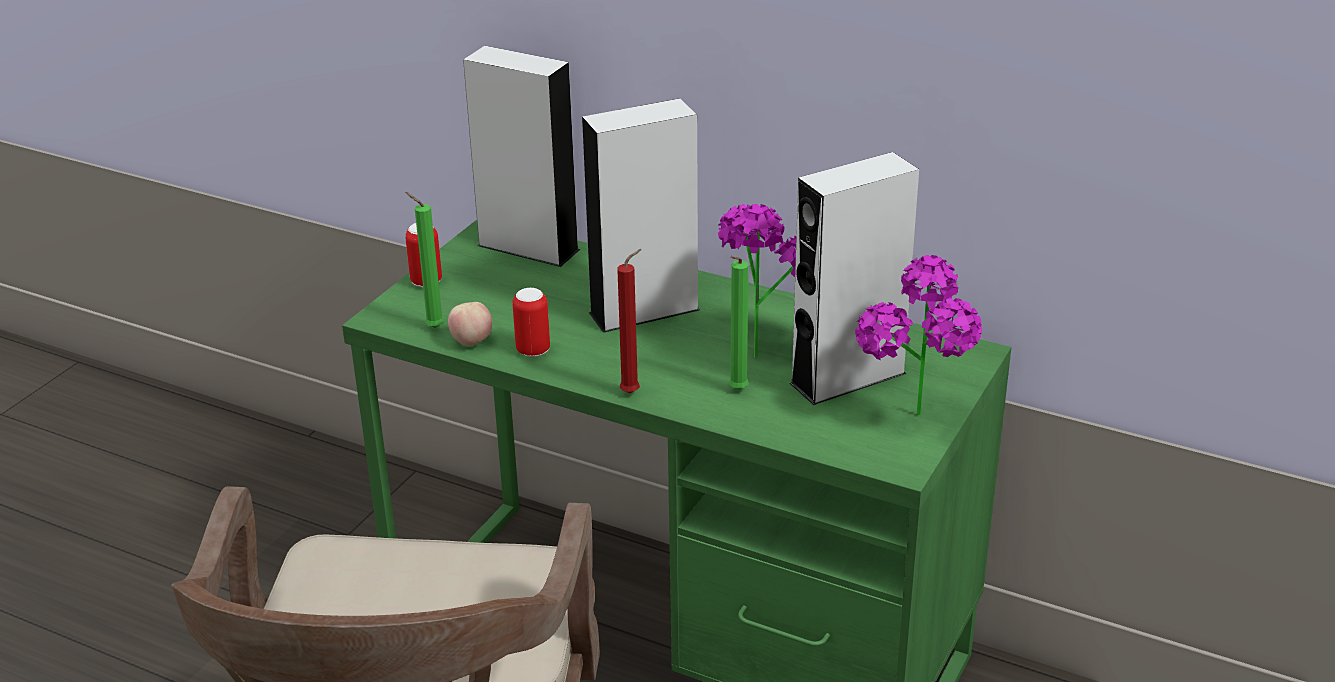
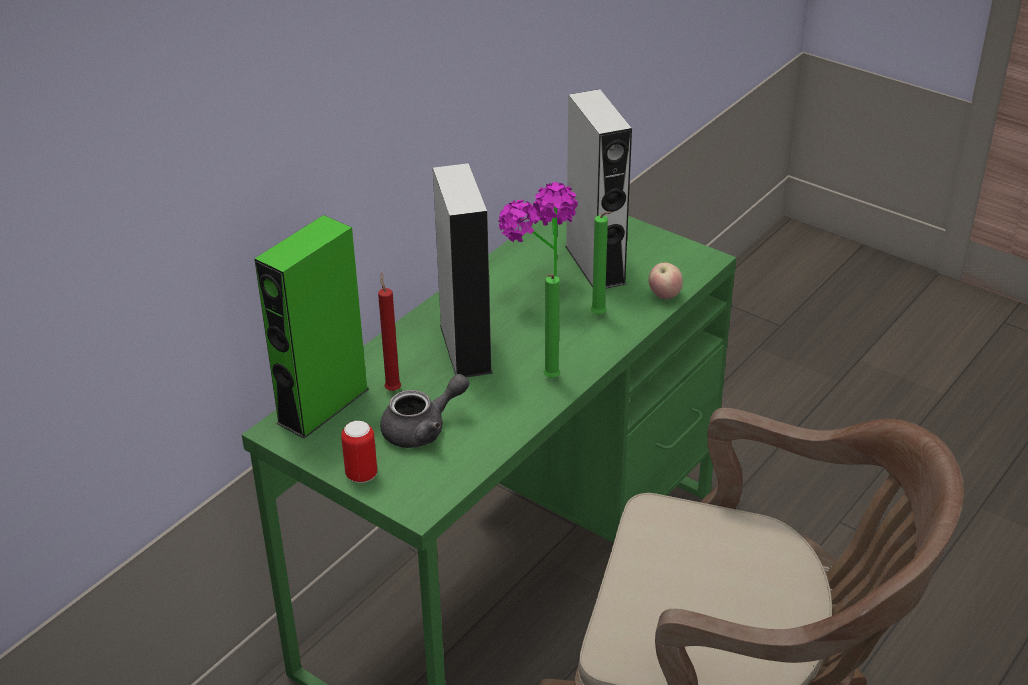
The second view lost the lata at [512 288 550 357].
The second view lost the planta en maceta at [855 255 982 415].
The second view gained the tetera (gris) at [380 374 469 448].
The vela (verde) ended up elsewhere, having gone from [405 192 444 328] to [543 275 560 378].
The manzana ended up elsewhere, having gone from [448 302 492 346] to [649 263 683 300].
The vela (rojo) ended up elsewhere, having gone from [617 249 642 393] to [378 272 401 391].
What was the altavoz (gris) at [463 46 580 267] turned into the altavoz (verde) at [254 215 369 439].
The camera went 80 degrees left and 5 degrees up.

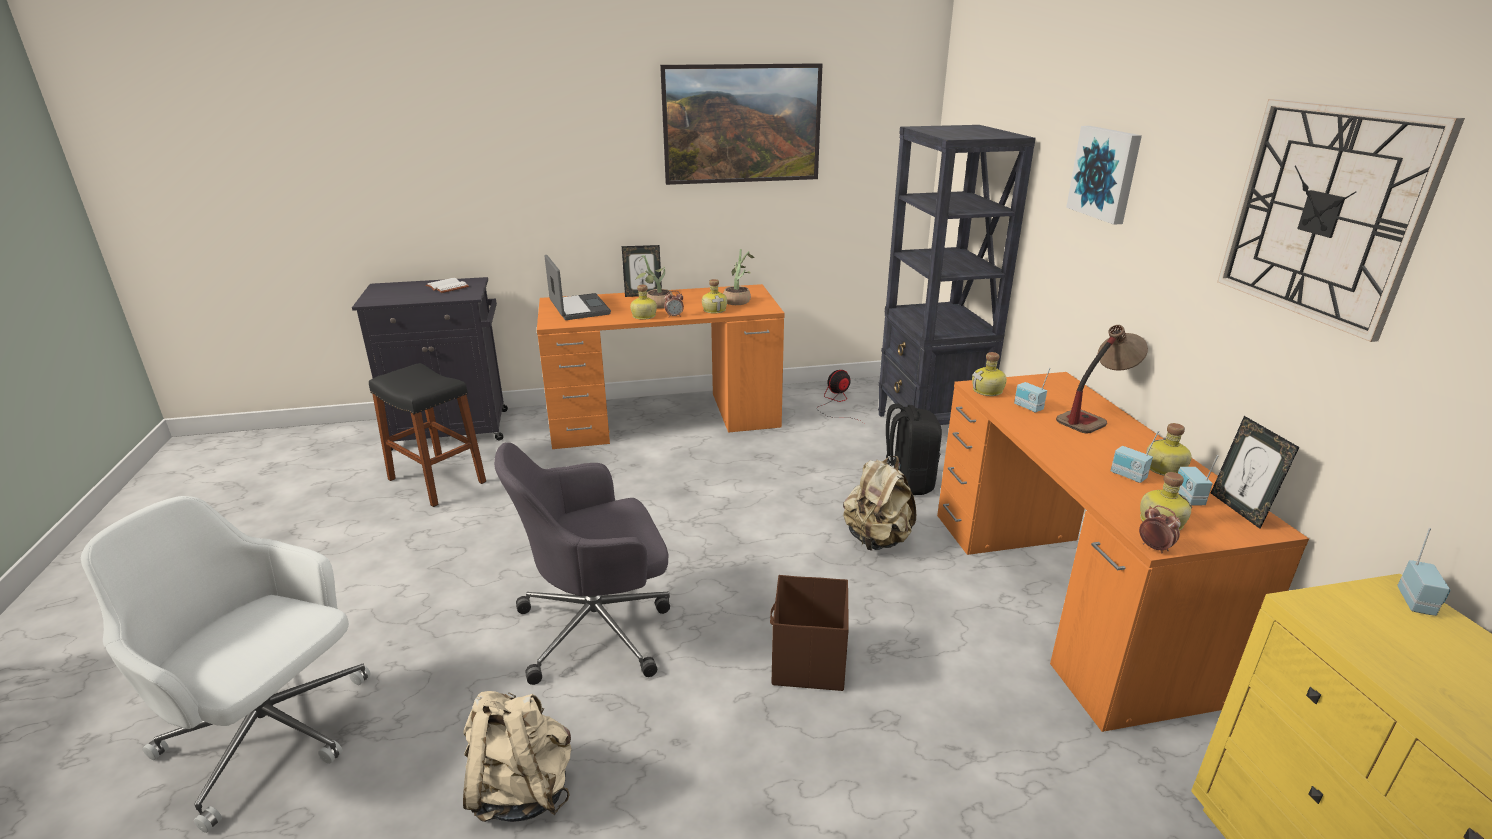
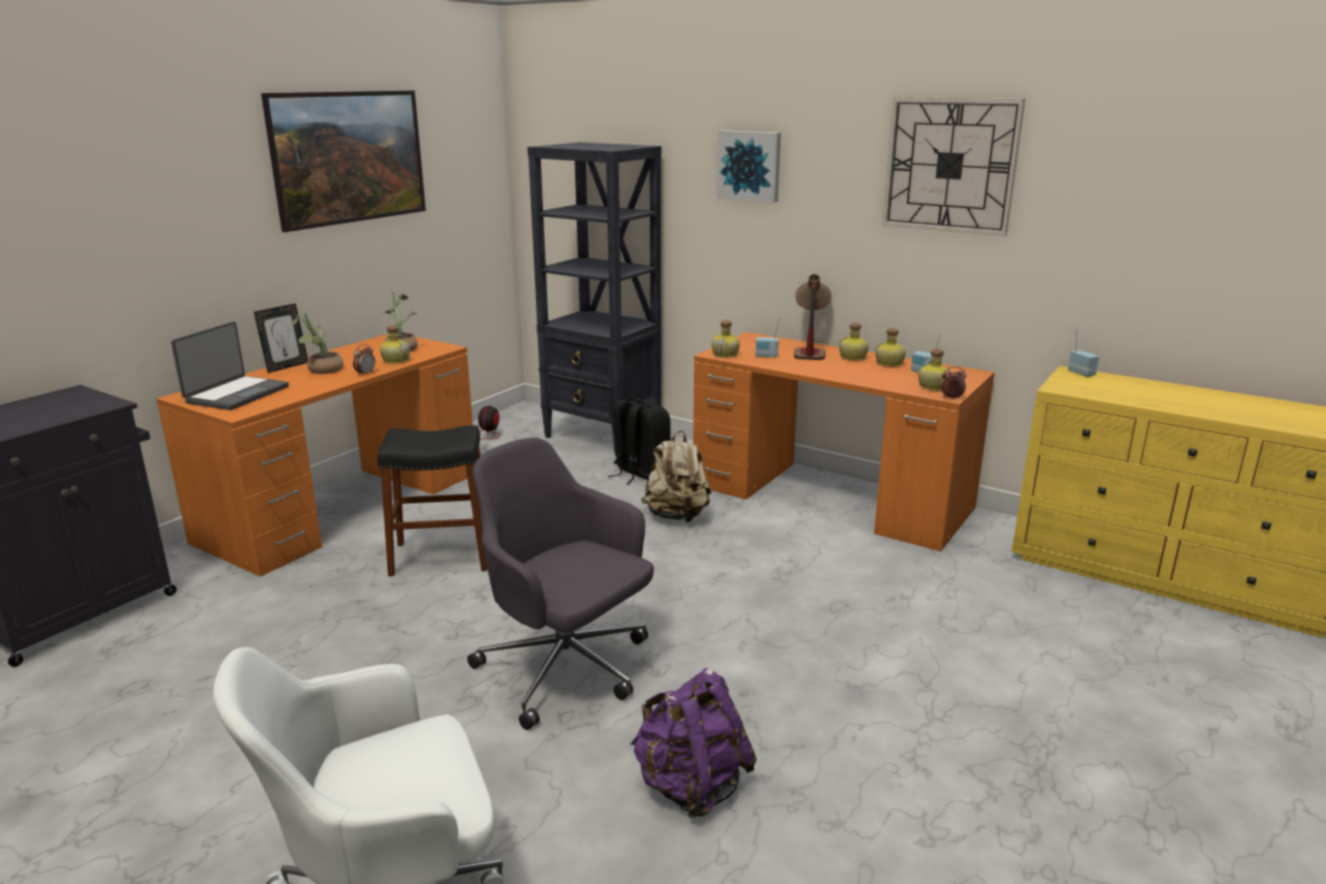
The second view lost the libro (blanco) at [425 278 469 293].
The second view lost the caja de almacenaje (marrón) at [770 575 849 691].
The second view lost the radio at [1111 431 1159 483].
The second view lost the portarretratos at [1211 416 1299 529].
The taburete (negro) ended up elsewhere, having gone from [369 363 486 507] to [377 425 487 576].
The botella ended up elsewhere, having gone from [630 285 657 320] to [839 323 869 361].
What was the mochila (beis) at [463 691 572 822] turned into the mochila (morado) at [630 668 757 819].
The silla de oficina (gris) at [494 442 670 685] ended up facing another way, 105 degrees clockwise from before.
The portátil at [545 255 611 320] ended up facing another way, 90 degrees clockwise from before.
The camera went 45 degrees left and 5 degrees down.

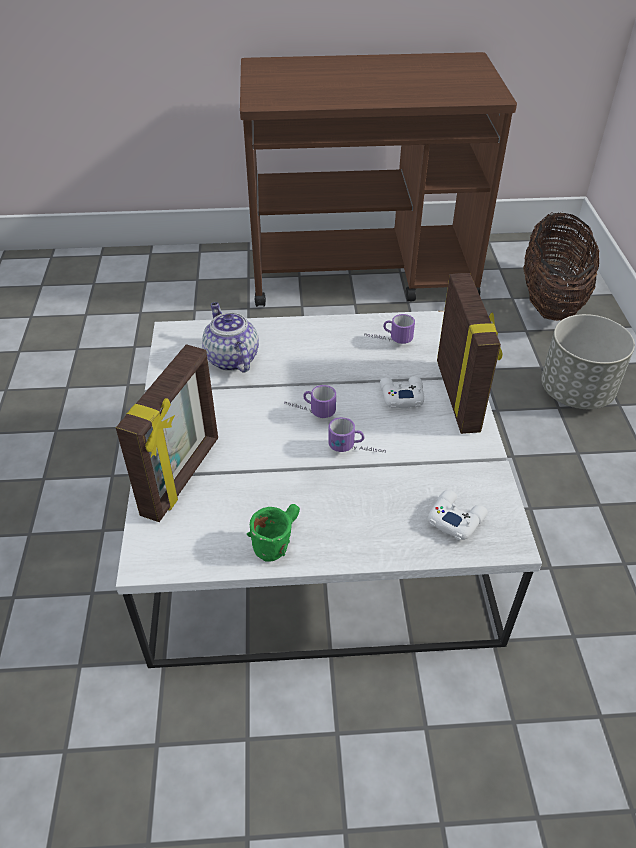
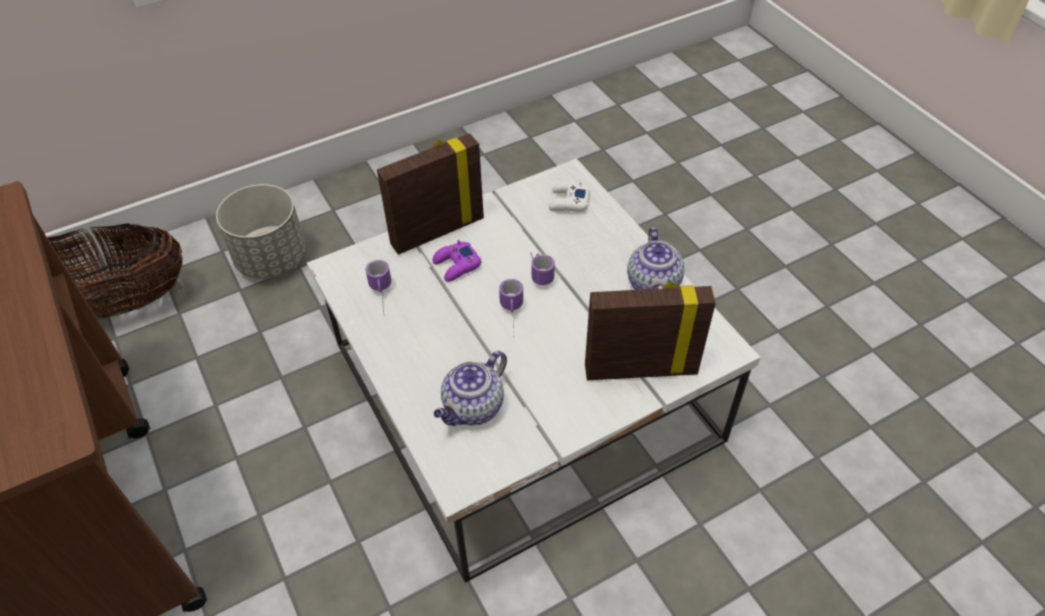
Where the taza grande (verde) stood at [247 504 300 562], the tetera came to stand at [627 227 685 290].
What was the mando de consola (blanco) at [380 376 424 408] turned into the mando de consola (morado) at [432 240 482 282].
The camera went 115 degrees left and 5 degrees up.

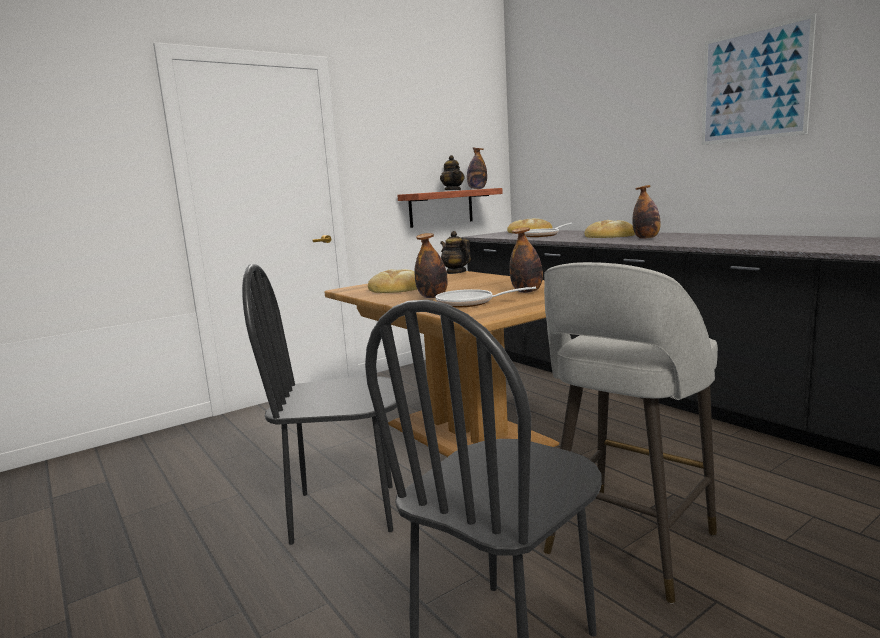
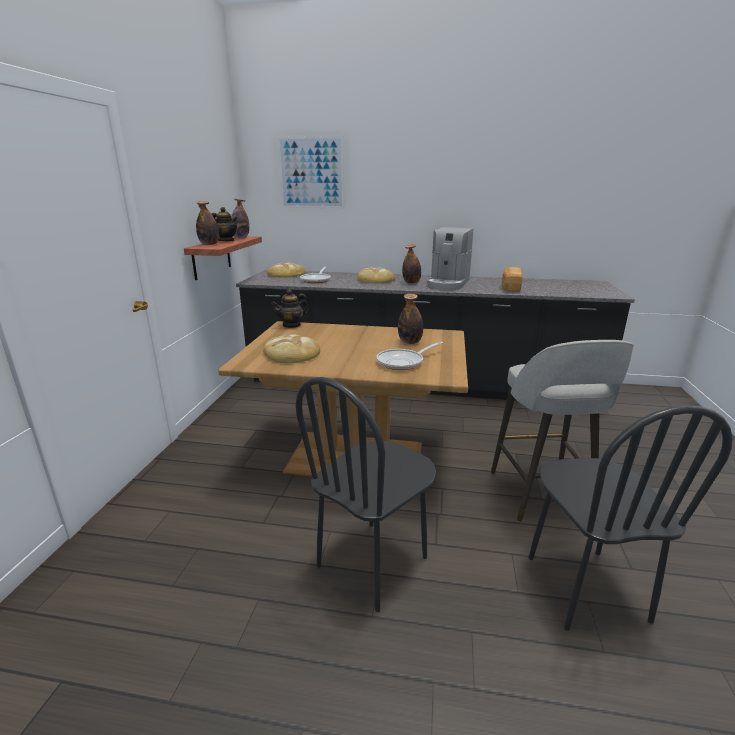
The second view gained the cafetera at [427 227 473 290].
The second view gained the pan at [502 267 523 292].
The botella ended up elsewhere, having gone from [414 233 448 298] to [196 201 219 245].
The cuadro ended up elsewhere, having gone from [702 13 816 145] to [277 136 345 208].
The tetera at [440 231 471 274] ended up facing another way, 45 degrees counterclockwise from before.
The camera went 45 degrees left and 10 degrees up.

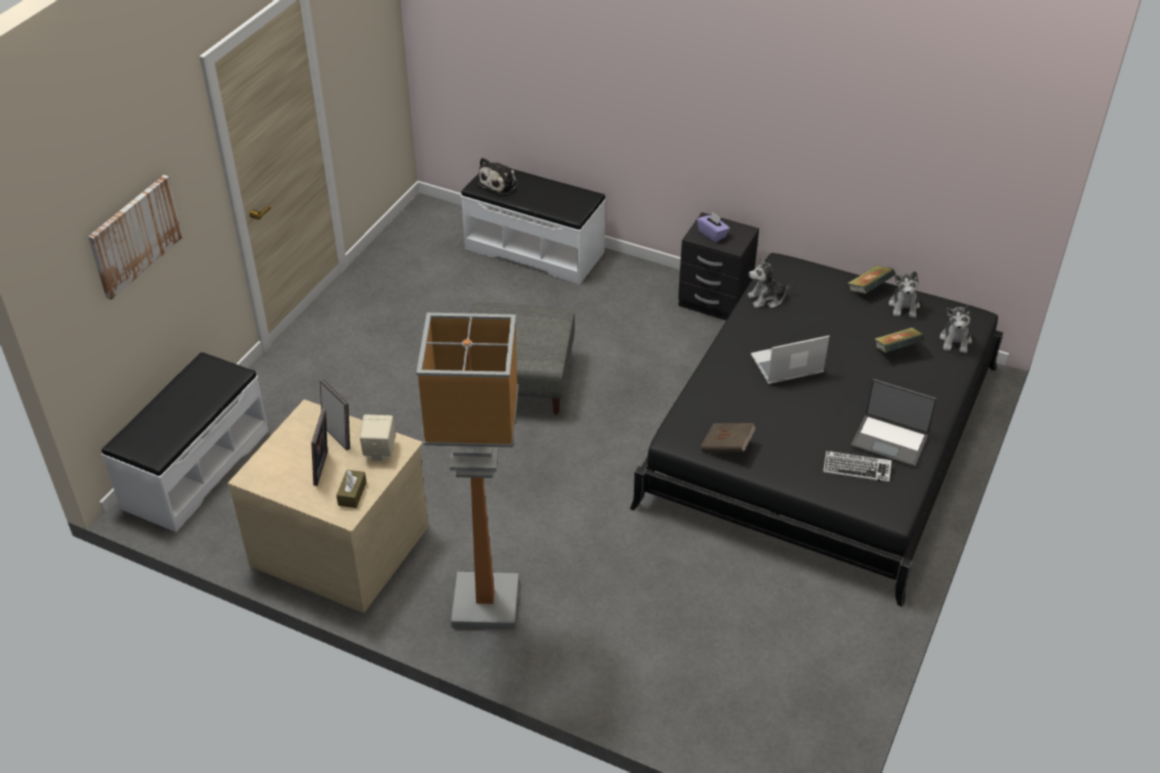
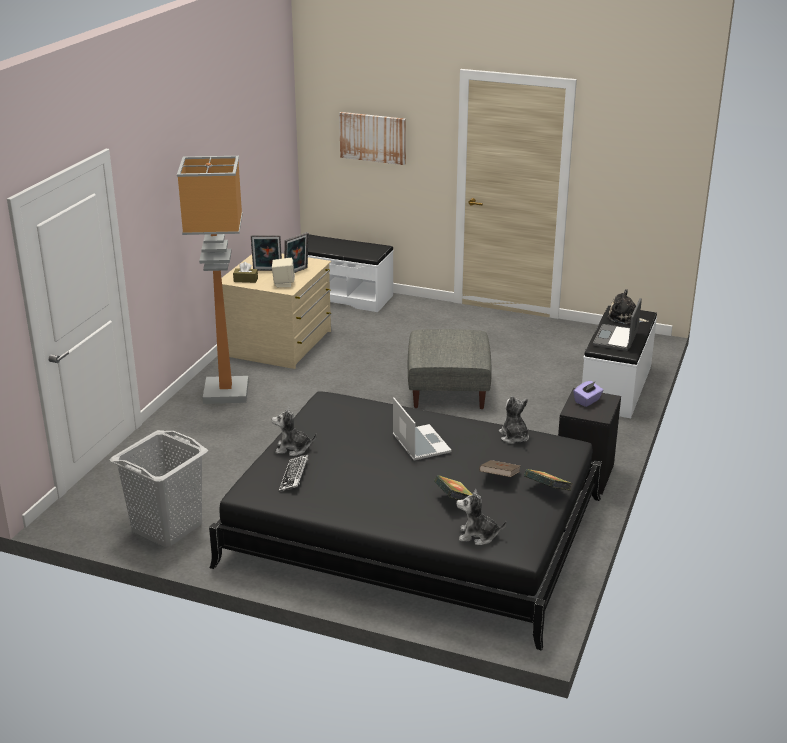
The second view gained the cesto de la ropa (gris) at [110 430 208 547].
The libro (marrón) ended up elsewhere, having gone from [701 423 756 452] to [479 460 520 477].
The portátil ended up elsewhere, having gone from [851 379 937 467] to [593 298 642 351].
The peluche ended up elsewhere, having gone from [889 271 920 318] to [272 407 317 456].
The camera went 85 degrees right and 15 degrees down.

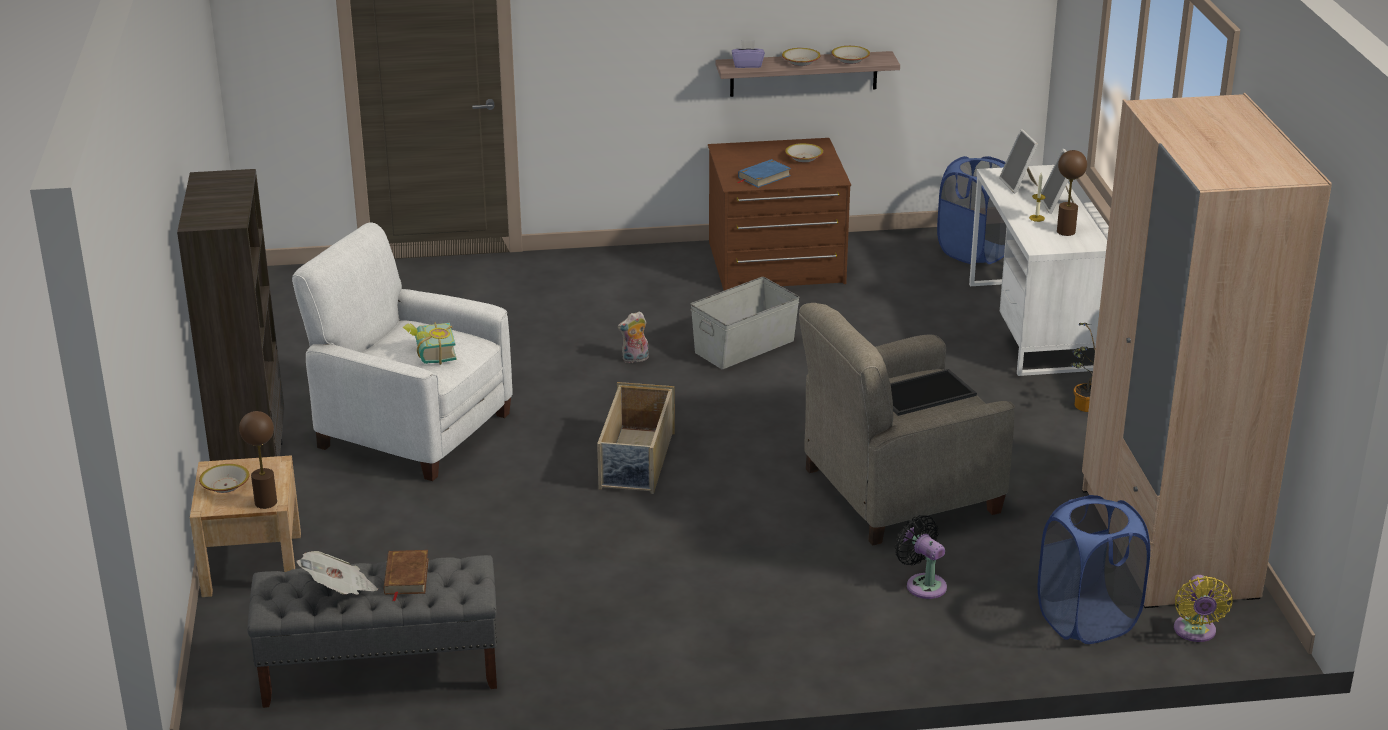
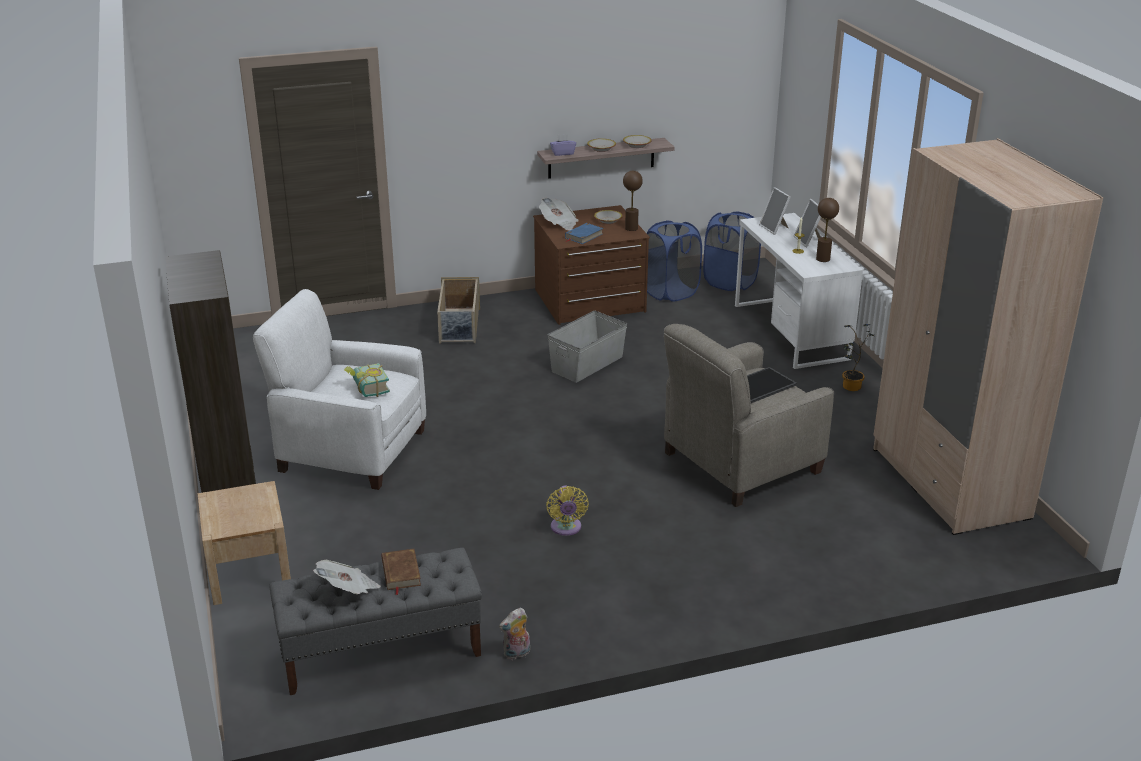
The second view lost the cuenco at [199 464 249 493].
The second view lost the ventilador (negro) at [895 515 947 599].
The second view gained the periódico at [539 197 579 231].
The lámpara de mesa (marrón) ended up elsewhere, having gone from [239 411 277 509] to [623 171 643 231].
The caja de almacenaje (beis) ended up elsewhere, having gone from [597 382 675 494] to [437 277 480 344].
The peluche ended up elsewhere, having gone from [618 311 649 363] to [499 608 530 660].
The cesto de la ropa (azul) ended up elsewhere, having gone from [1038 495 1150 644] to [647 220 702 302].
The ventilador (amarillo) ended up elsewhere, having gone from [1174 575 1233 642] to [546 485 589 536].
The camera went 10 degrees left and 0 degrees up.

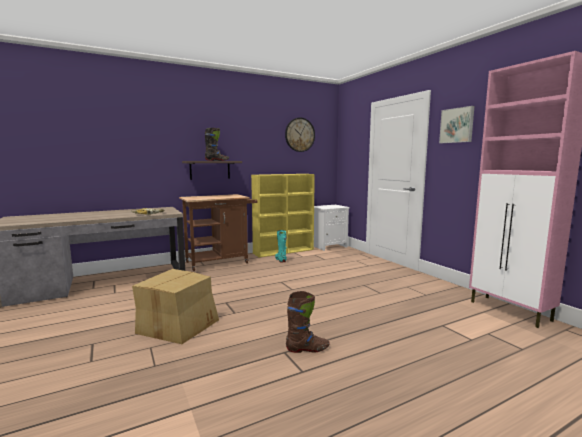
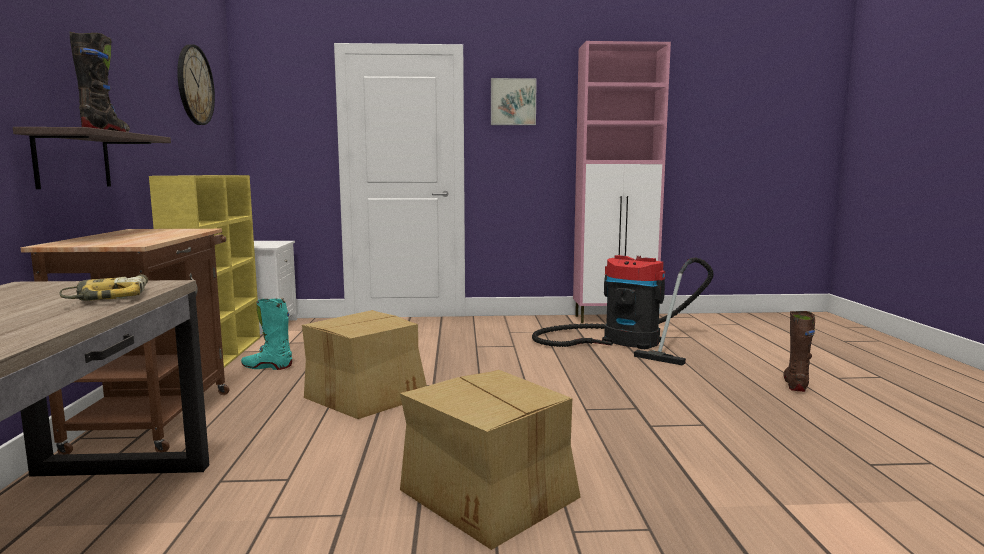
The second view gained the caja de cartón at [302 310 427 419].
The second view gained the aspiradora at [532 255 713 366].
The bota (marrón) ended up elsewhere, having gone from [286 291 330 353] to [783 311 815 392].
The camera went 65 degrees left and 0 degrees up.

